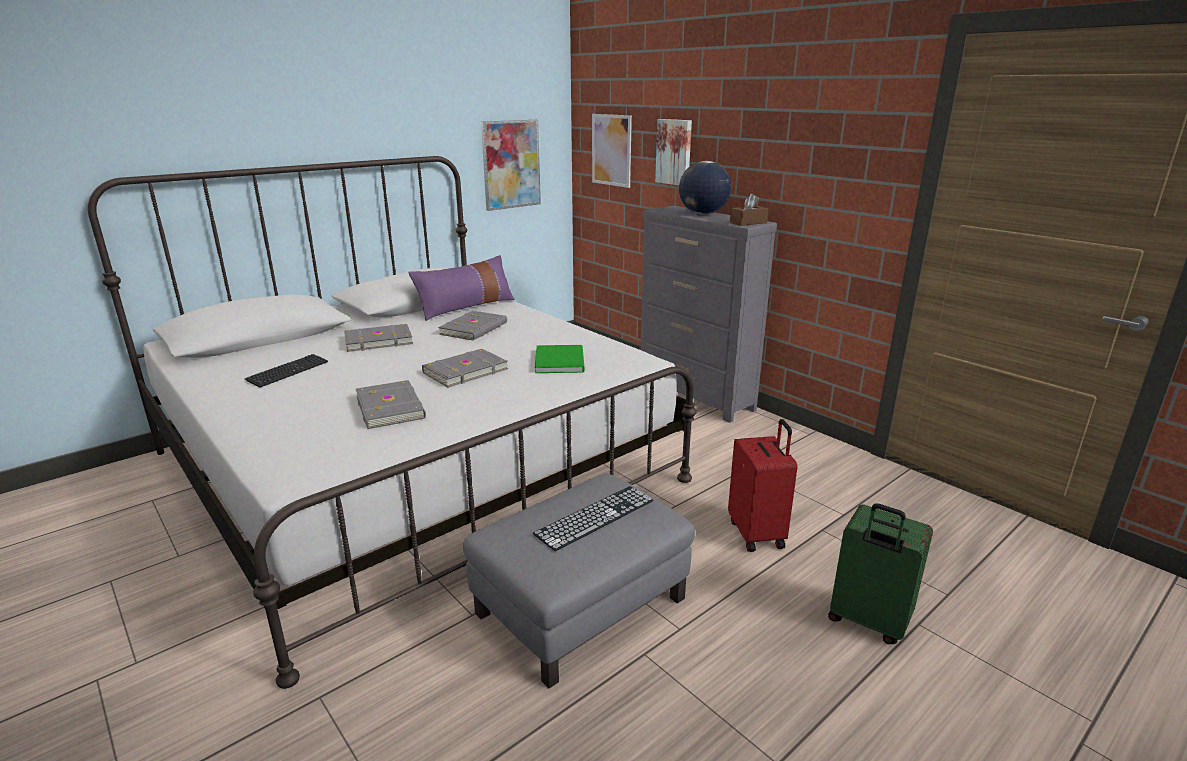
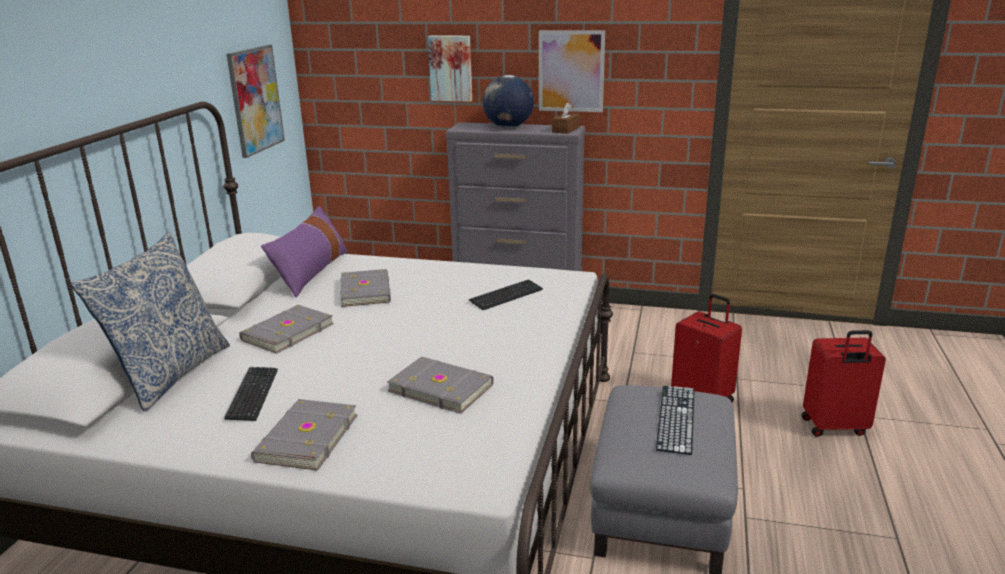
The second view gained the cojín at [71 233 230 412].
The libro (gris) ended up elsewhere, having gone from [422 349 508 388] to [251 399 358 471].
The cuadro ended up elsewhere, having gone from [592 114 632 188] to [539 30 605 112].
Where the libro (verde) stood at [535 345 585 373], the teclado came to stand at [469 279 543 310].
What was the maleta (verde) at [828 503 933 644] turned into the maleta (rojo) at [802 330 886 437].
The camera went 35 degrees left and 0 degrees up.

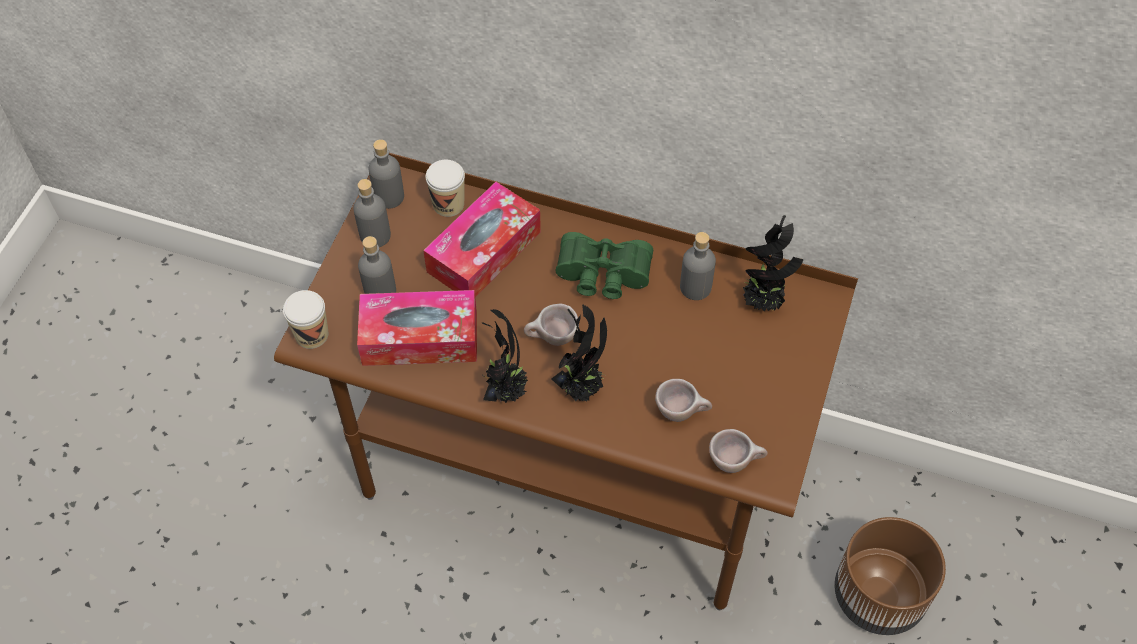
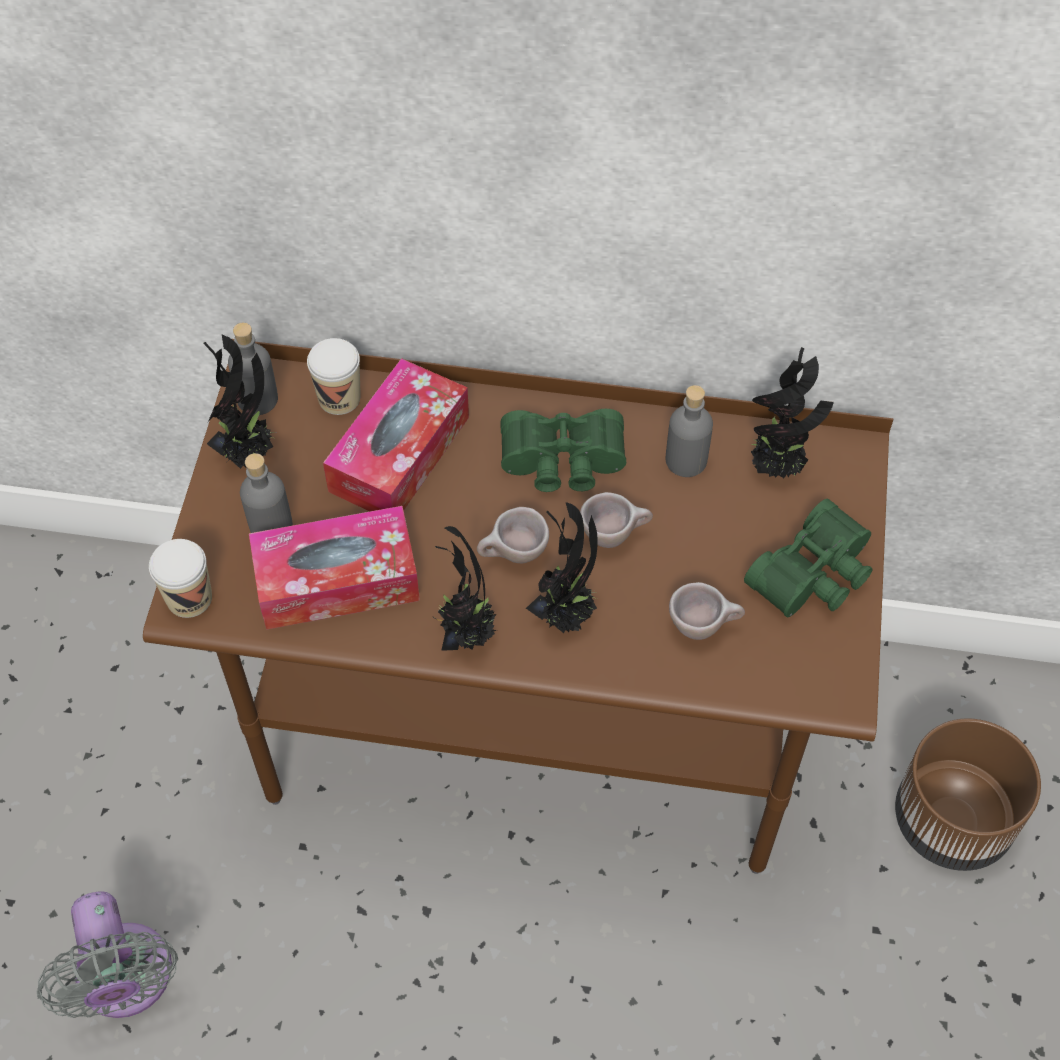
The second view gained the ventilador (gris) at [36 892 178 1018].
The second view gained the prismáticos (verde) at [744 499 873 617].
The taza (beis) ended up elsewhere, having gone from [709 429 768 473] to [580 492 653 548].
Where the botella (gris) stood at [353 179 391 247], the planta en maceta came to stand at [204 335 276 469].
The camera went 10 degrees left and 0 degrees up.

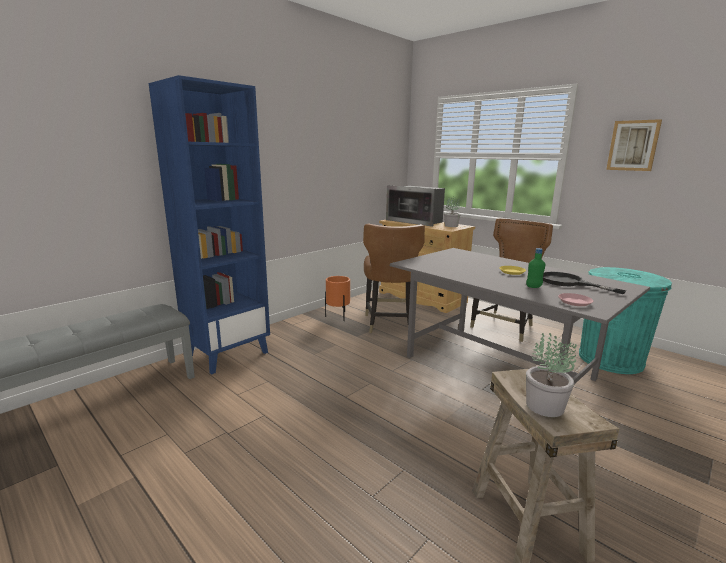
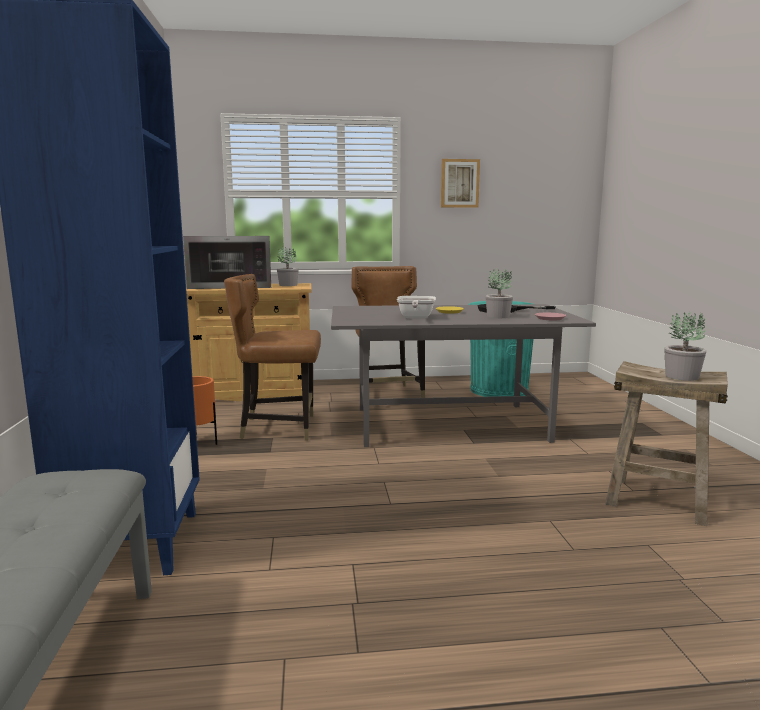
The second view gained the sartén at [397 296 436 319].
Where the botella (verde) stood at [526 248 545 288], the planta en maceta came to stand at [485 268 513 318].
The silla (marrón) at [363 223 425 333] ended up facing another way, 135 degrees clockwise from before.
The camera went 50 degrees left and 5 degrees down.

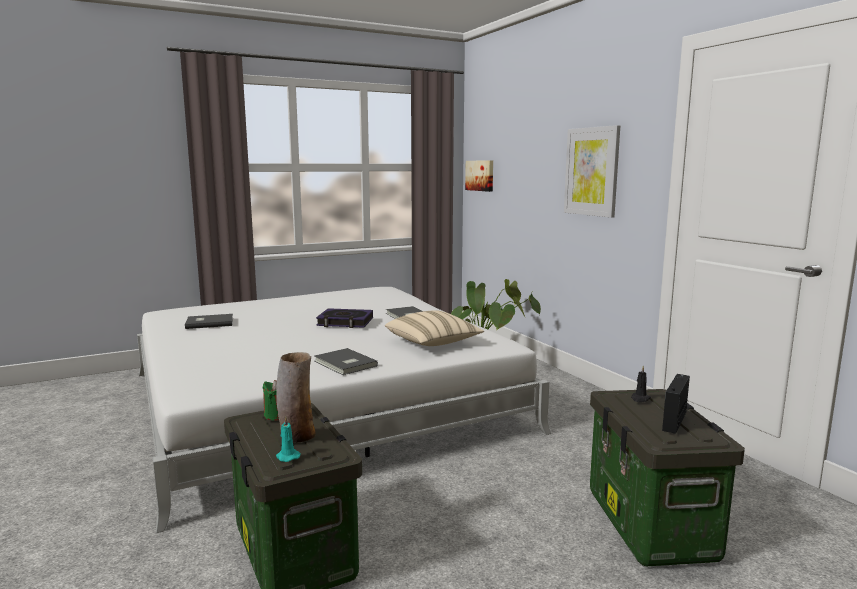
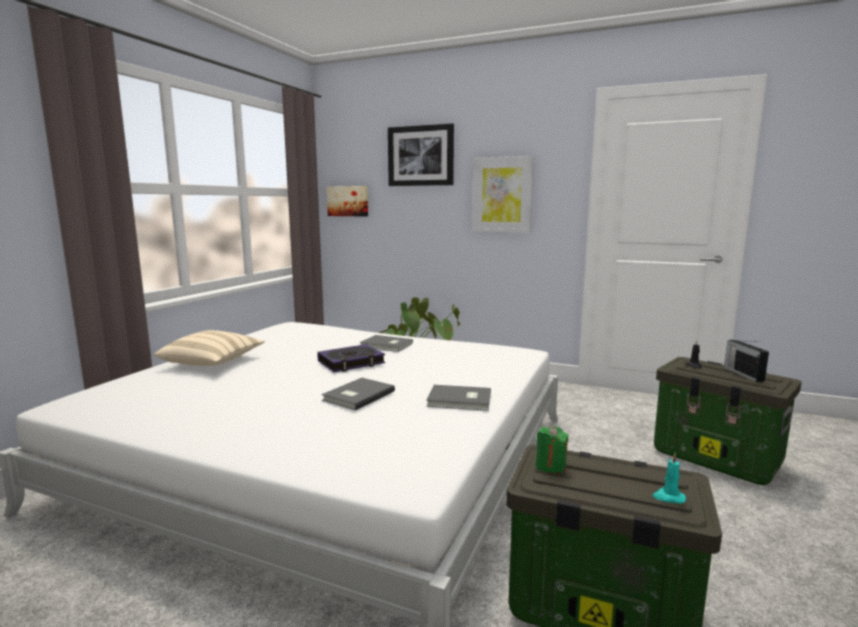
The second view lost the florero at [276 352 316 443].
The second view gained the cuadro at [388 123 454 186].
The libro (gris) ended up elsewhere, having gone from [185 314 233 329] to [322 378 395 410].
The cojín (beis) ended up elsewhere, having gone from [385 310 484 346] to [154 330 265 366].
The camera went 40 degrees left and 0 degrees up.

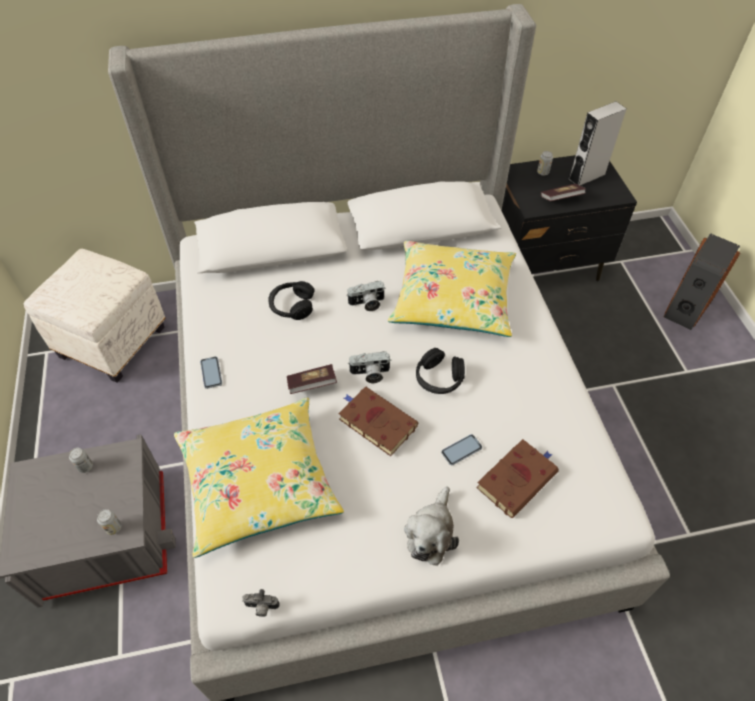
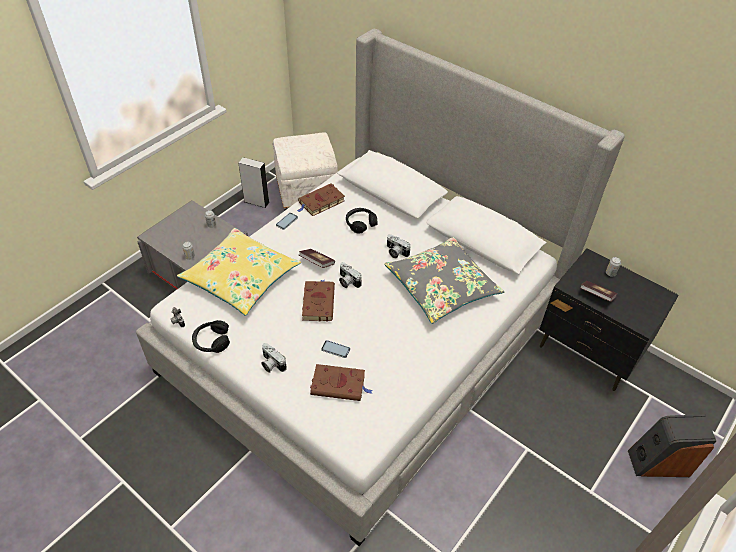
The second view gained the libro (marrón) at [297 184 345 216].
The auriculares (negro) ended up elsewhere, having gone from [416 348 465 394] to [192 320 230 353].
The altavoz (gris) ended up elsewhere, having gone from [569 101 626 186] to [238 157 270 208].
Where the peluche stood at [404 486 459 566], the cámara came to stand at [261 343 287 373].
What was the cojín (amarillo) at [388 241 516 337] turned into the cojín (gris) at [384 237 505 324].
The camera went 50 degrees right and 5 degrees down.

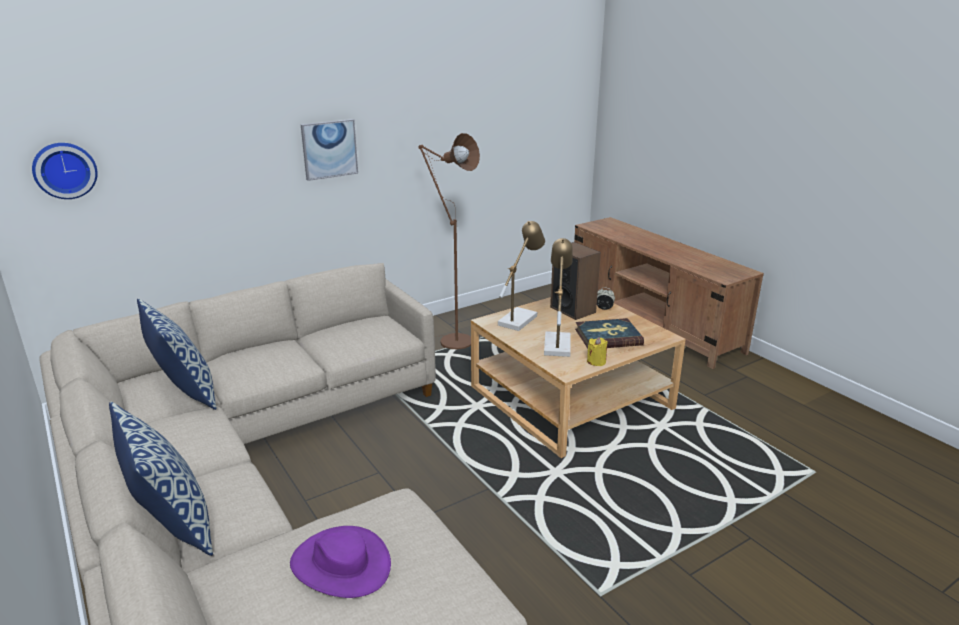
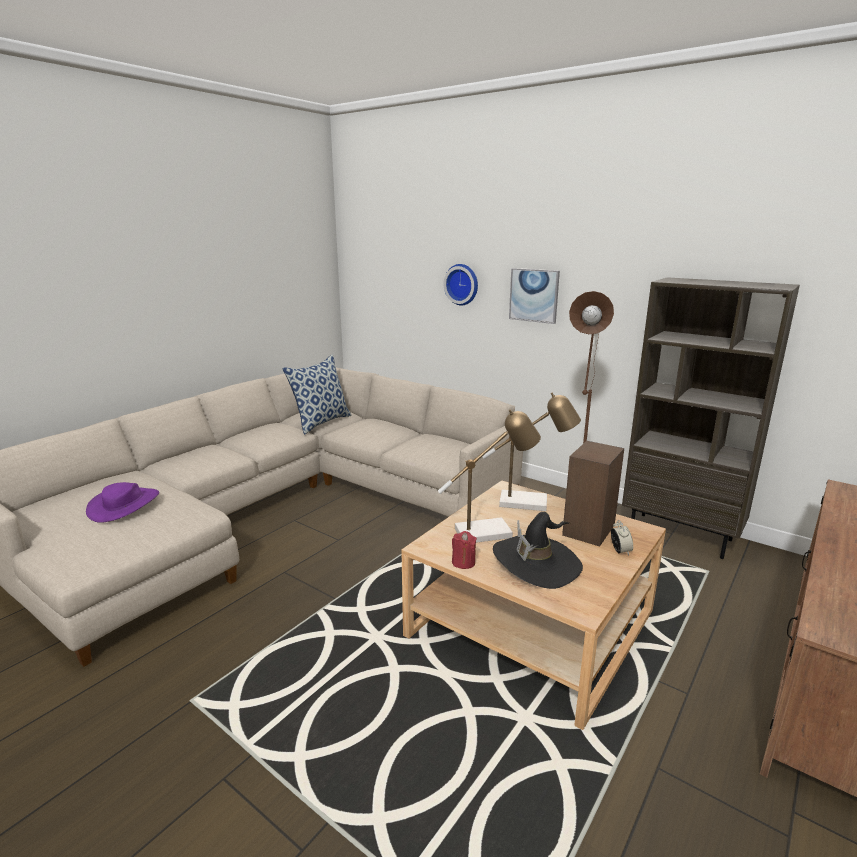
The second view lost the cojín at [109 401 213 556].
The second view gained the estantería (marrón) at [622 277 800 559].
The reloj de pared ended up elsewhere, having gone from [32 143 98 199] to [444 264 478 305].
Where the libro stood at [575 318 644 348], the sombrero (negro) came to stand at [493 512 583 589].
What was the vela (amarillo) at [587 337 608 366] turned into the vela (rojo) at [452 531 477 569].
The camera went 70 degrees right and 5 degrees down.

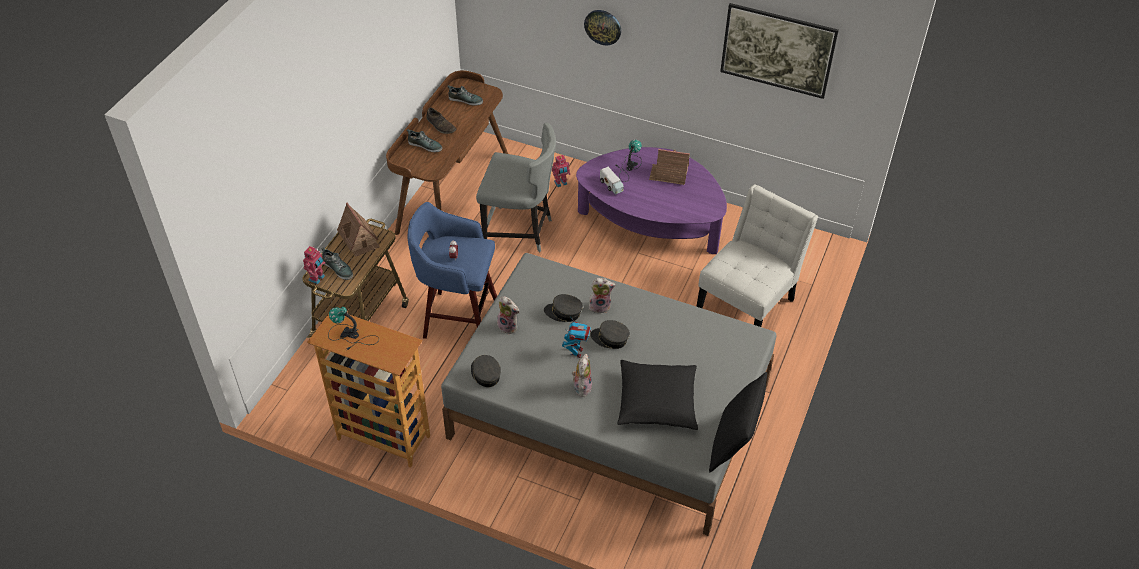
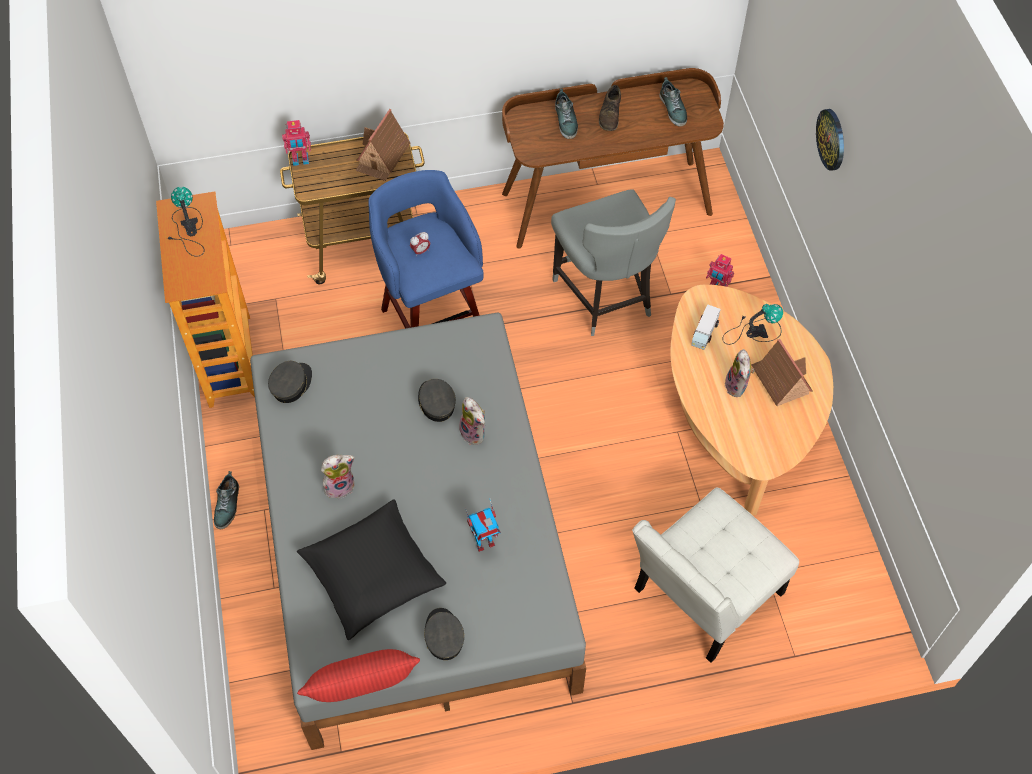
The second view lost the cuadro at [720 3 839 99].
The zapato ended up elsewhere, having gone from [321 247 353 280] to [214 471 239 529].
The peluche ended up elsewhere, having gone from [497 296 519 334] to [724 349 755 397].
The robot de juguete ended up elsewhere, having gone from [562 315 592 358] to [465 500 501 552].
The gorra (gris) ended up elsewhere, having gone from [590 320 630 349] to [424 608 464 660].
What was the mesa de centro (morado) at [576 147 727 254] turned into the mesa de centro (beis) at [670 284 833 516].
What was the cojín (negro) at [709 372 767 472] turned into the cojín (rojo) at [297 649 420 702].
The silla (blanco) at [696 184 818 327] ended up facing another way, 135 degrees clockwise from before.
The camera went 55 degrees right and 10 degrees up.

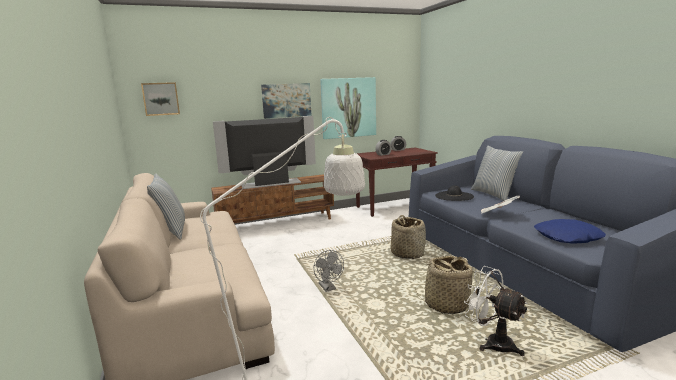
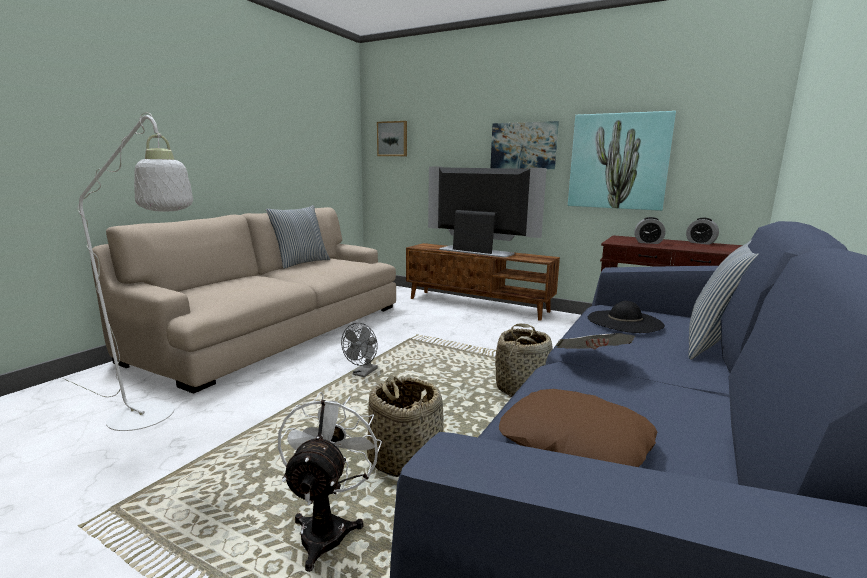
What was the cojín (azul) at [534 219 606 244] turned into the cojín (marrón) at [499 389 657 467].
The camera went 50 degrees right and 0 degrees up.

